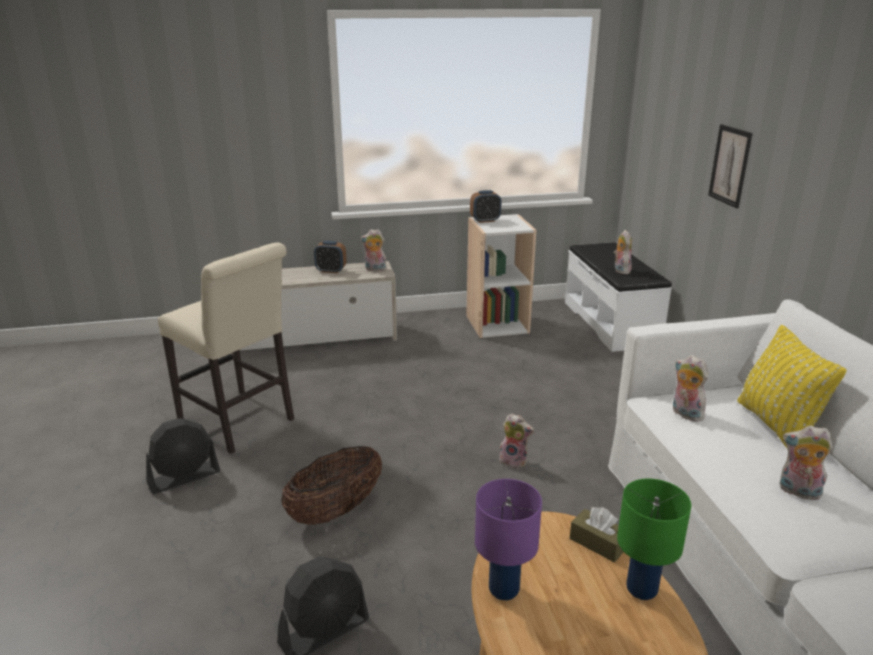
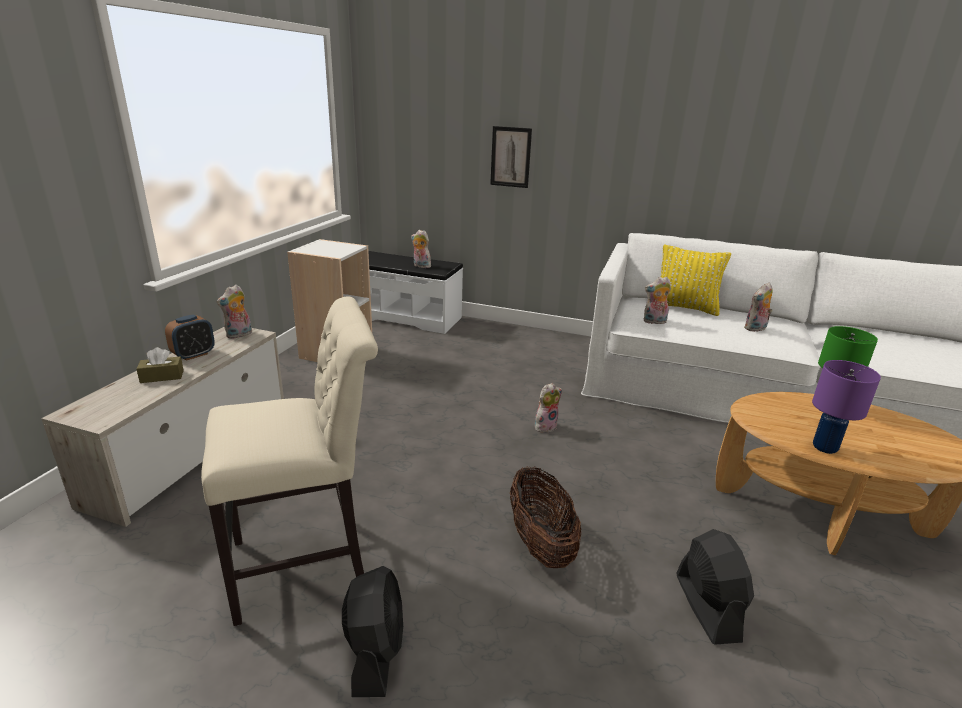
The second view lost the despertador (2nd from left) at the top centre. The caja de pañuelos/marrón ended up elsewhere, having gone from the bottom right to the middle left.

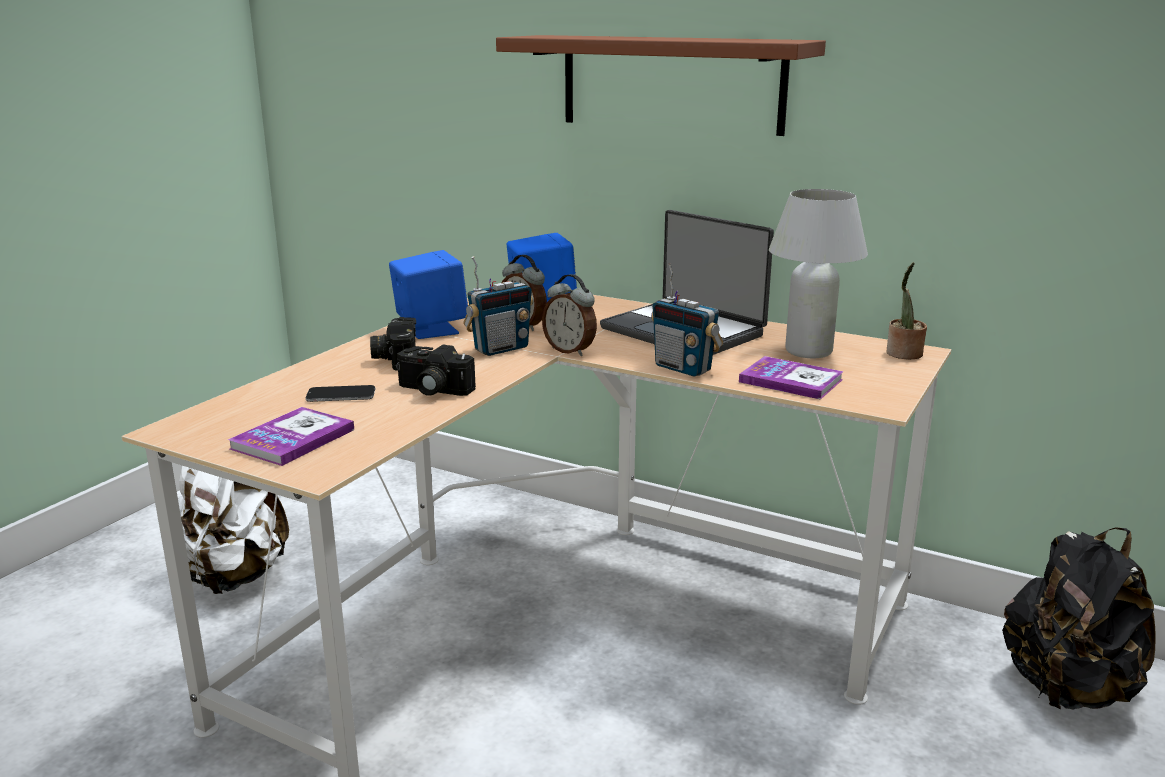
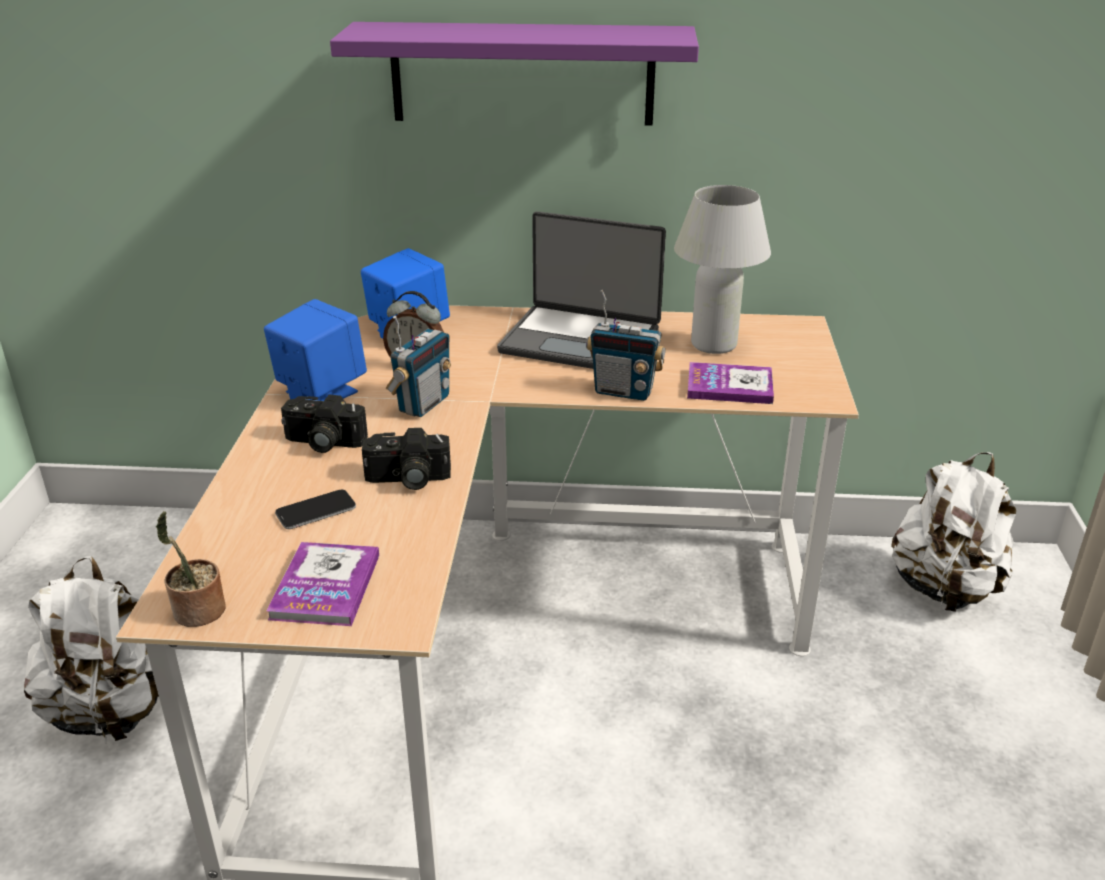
The second view lost the despertador (2nd from left) at the centre. The planta en maceta ended up elsewhere, having gone from the middle right to the middle left. What was the estante/marrón at the top centre turned into the estante/morado at the top centre. What was the mochila/negro at the bottom right turned into the mochila/blanco (2nd from left) at the middle right. The cámara (1st from left) at the centre ended up facing another way, 45 degrees counterclockwise from before.

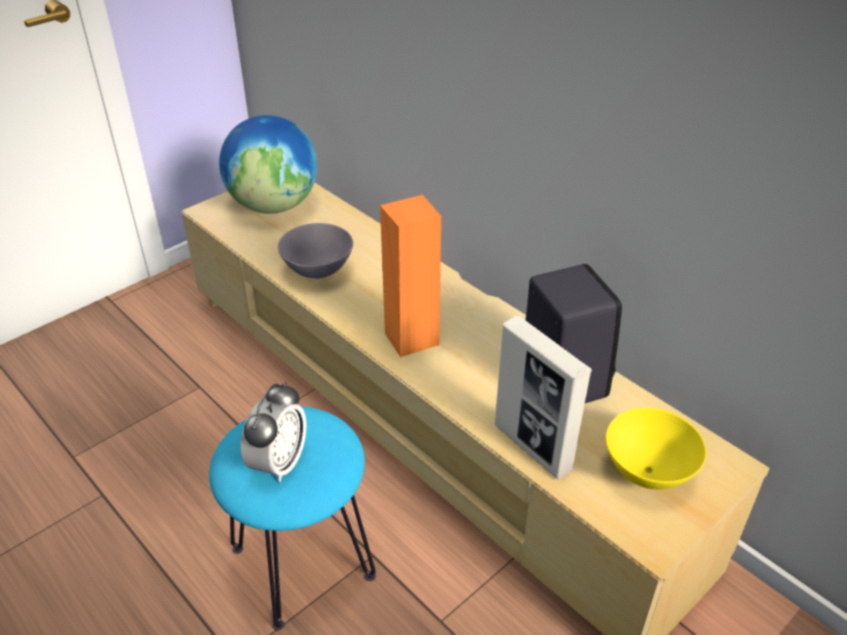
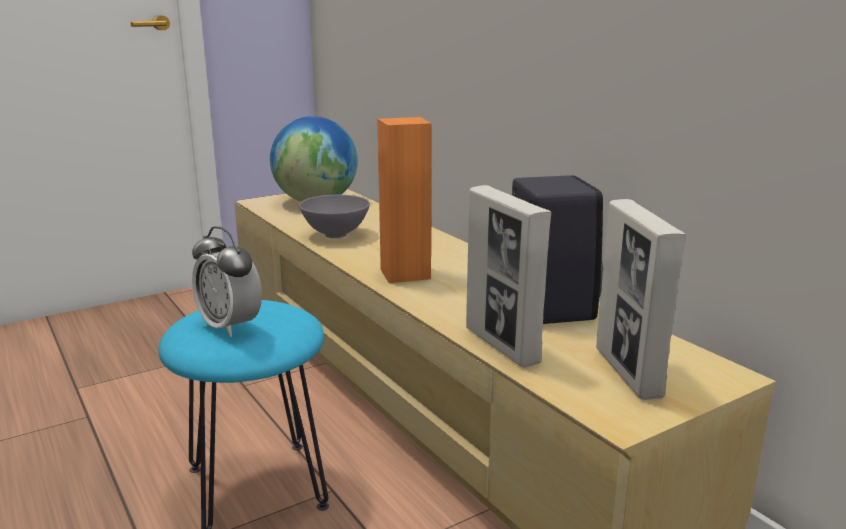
Where the cuenco/amarillo stood at the bottom right, the portarretratos (2nd from left) came to stand at the middle right. The despertador at the bottom left ended up facing another way, 105 degrees clockwise from before.

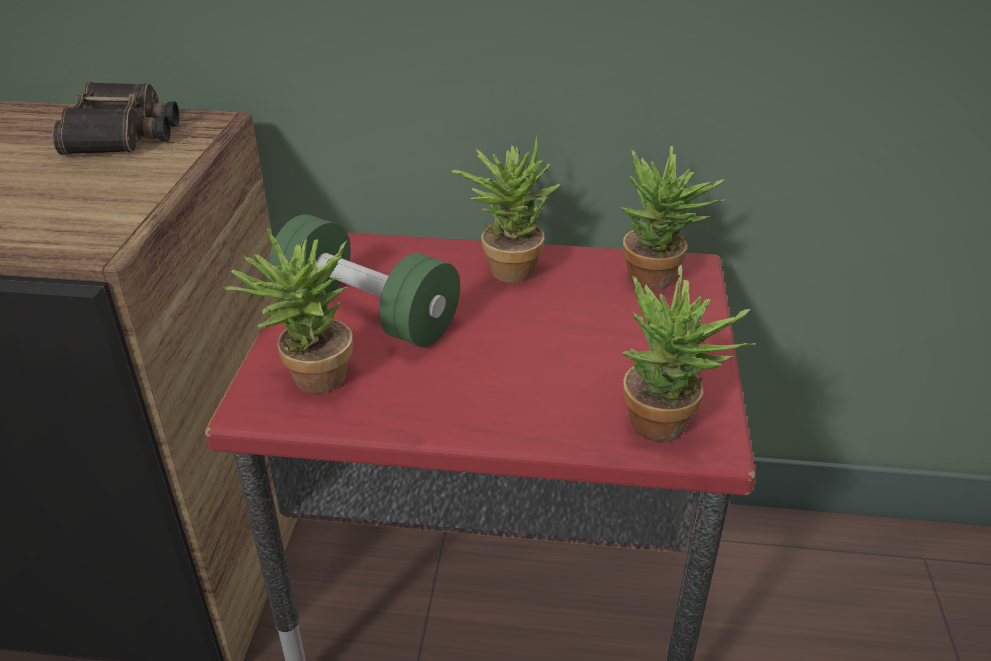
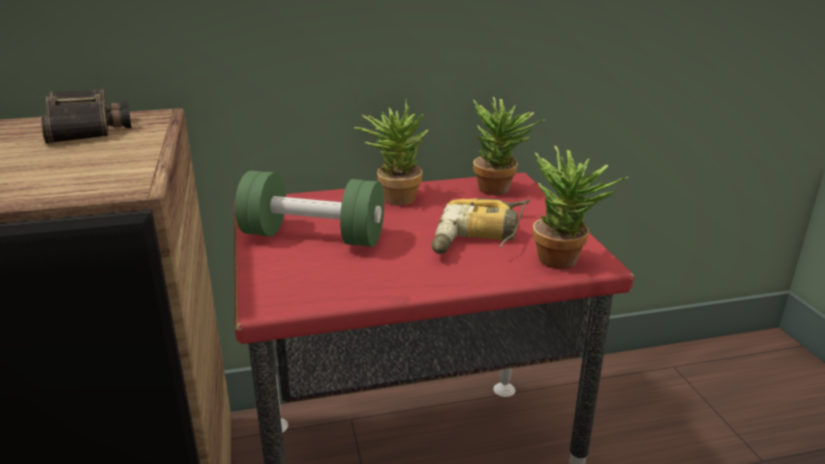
The second view lost the planta en maceta (1st from left) at the middle left. The second view gained the taladro at the centre.

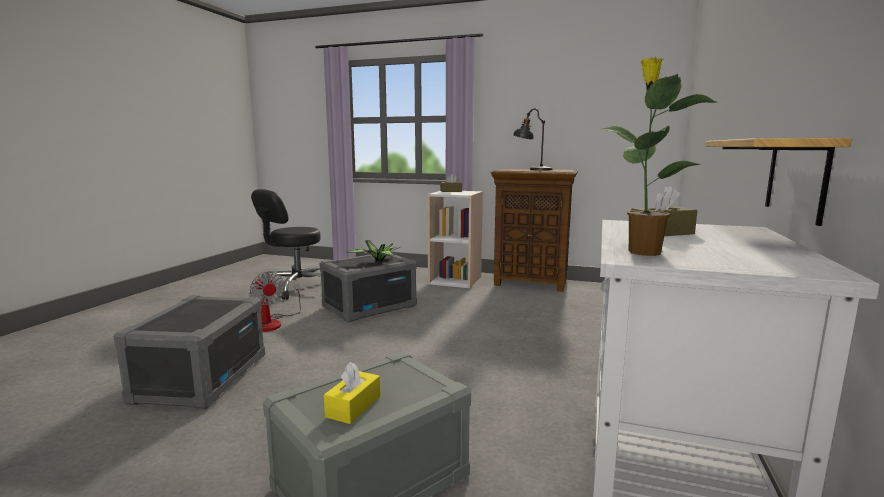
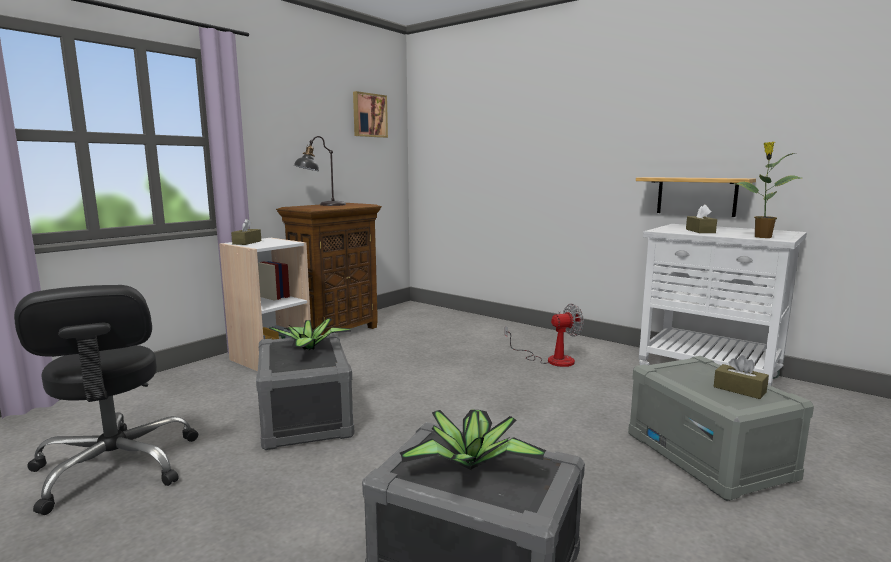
The second view gained the cuadro at the top centre. The second view gained the planta en maceta (2nd from left) at the bottom centre. The ventilador ended up elsewhere, having gone from the middle left to the centre. What was the caja de pañuelos/amarillo at the bottom centre turned into the caja de pañuelos/marrón (3rd from left) at the bottom right.

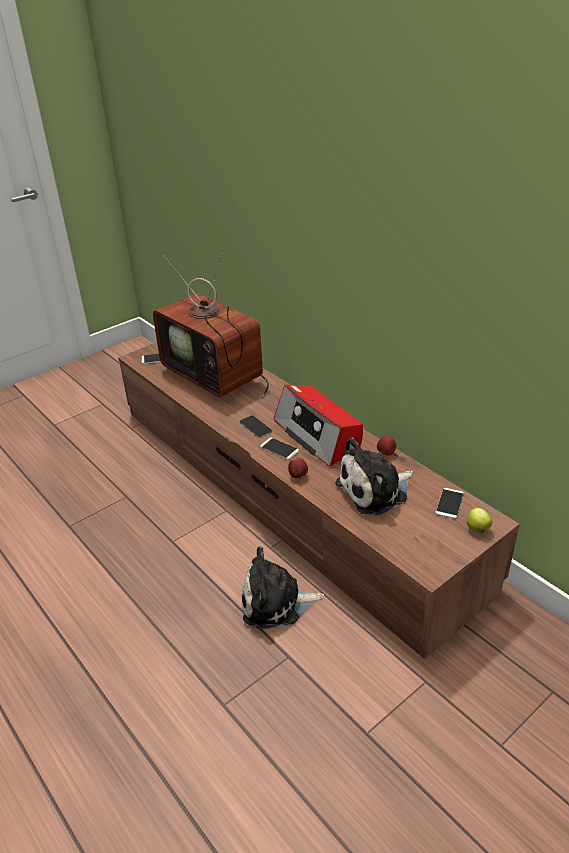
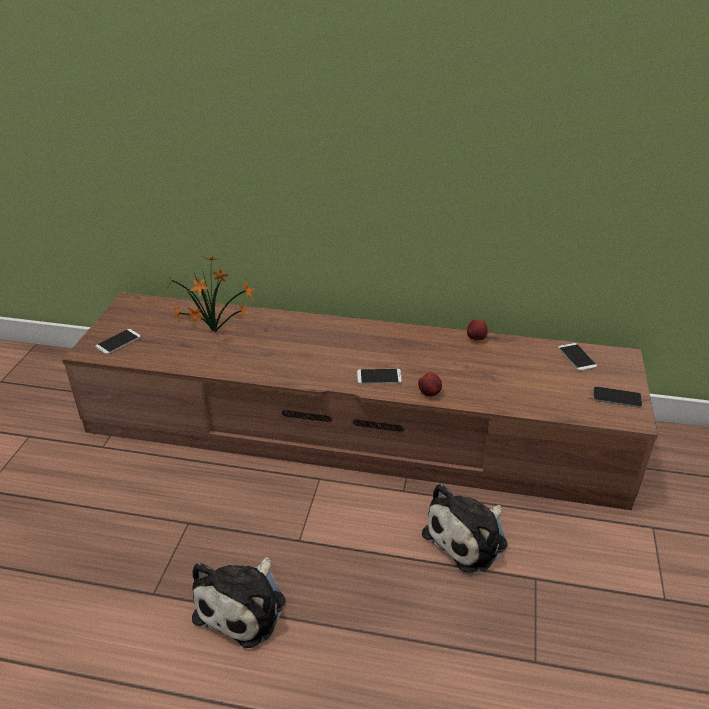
The second view lost the radio at the centre. The second view lost the manzana (3rd from left) at the middle right. The móvil (2nd from left in the first image) ended up elsewhere, having gone from the centre to the middle right. The peluche (2nd from left in the first image) ended up elsewhere, having gone from the centre to the bottom centre. Where the televisor stood at the centre, the planta en maceta came to stand at the middle left.

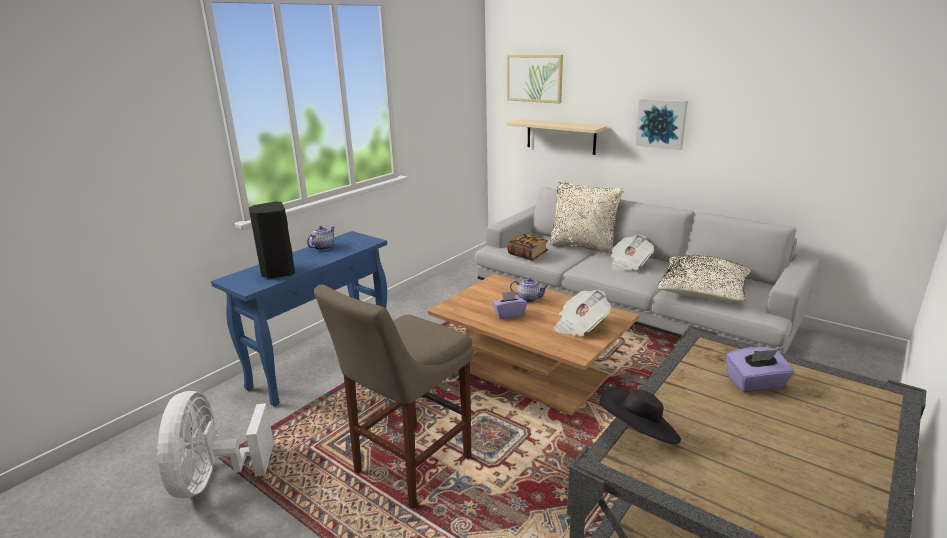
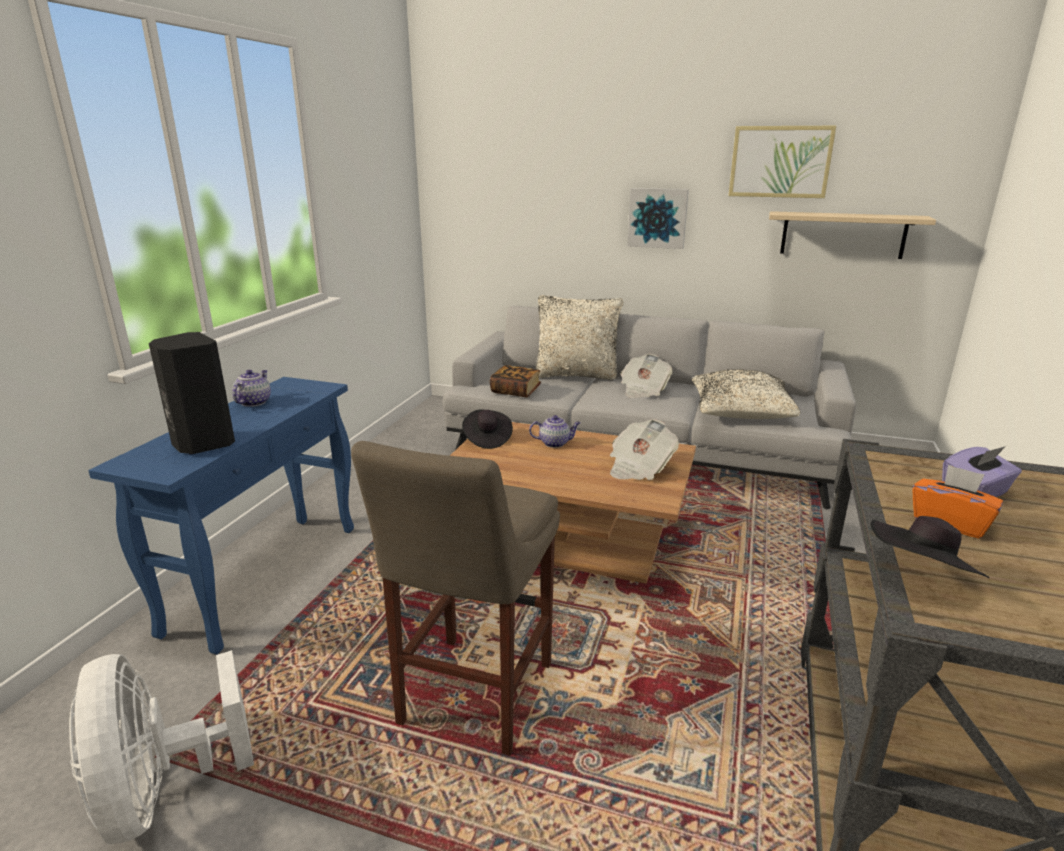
The second view lost the caja de pañuelos/morado (1st from left) at the centre. The second view gained the sombrero/negro (1st from left) at the centre. The second view gained the caja de pañuelos/naranja at the middle right. The cuadro (1st from left in the first image) ended up elsewhere, having gone from the top centre to the top right. The estante/beis ended up elsewhere, having gone from the top centre to the top right.

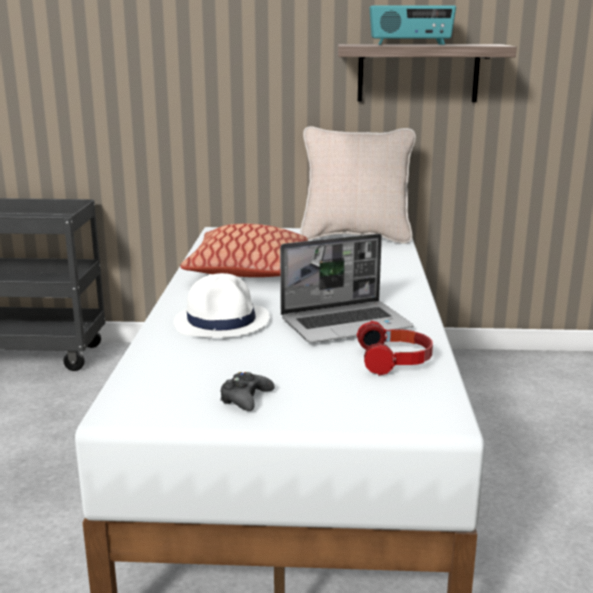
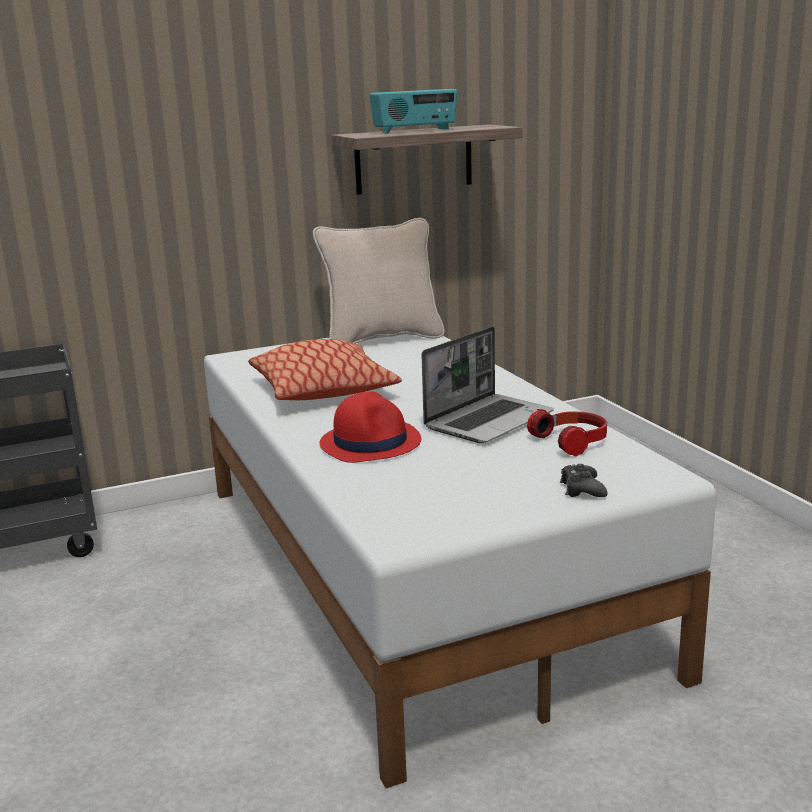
The mando de consola/negro ended up elsewhere, having gone from the centre to the middle right. What was the sombrero/blanco at the centre turned into the sombrero/rojo at the centre.

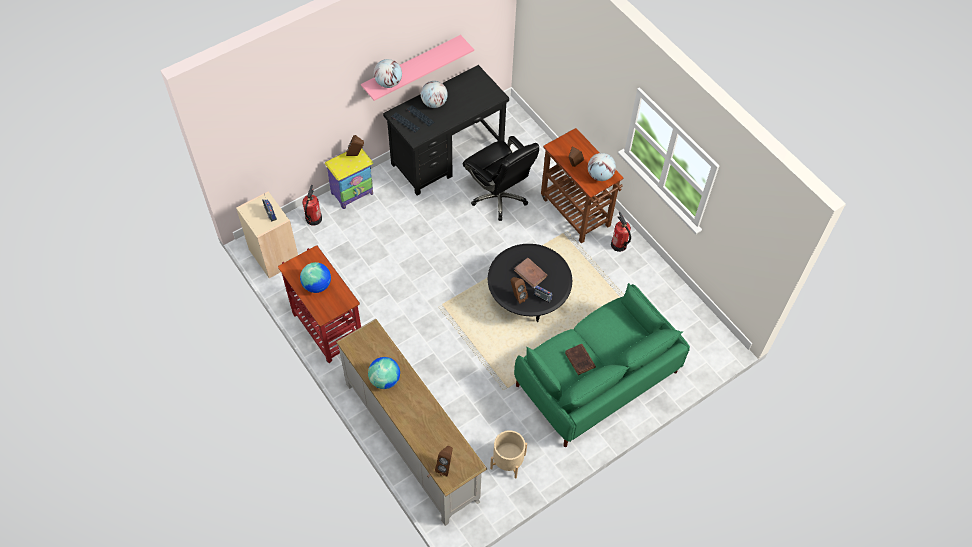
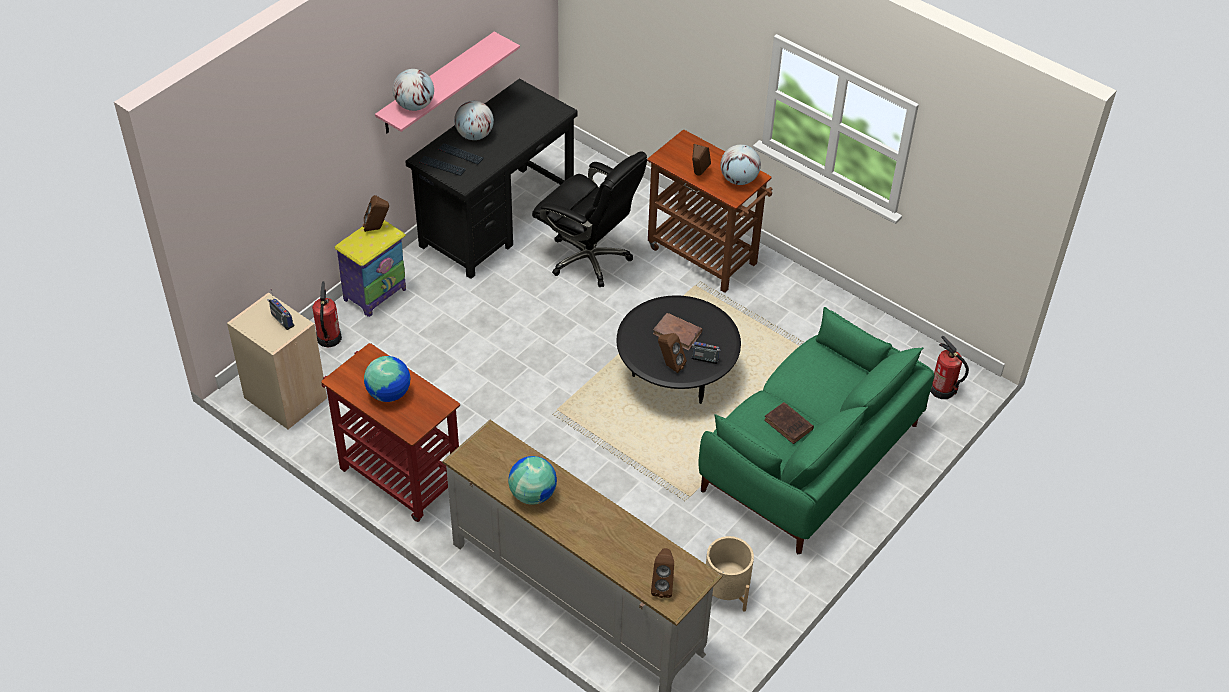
The extintor (2nd from left) ended up elsewhere, having gone from the centre to the middle right.

